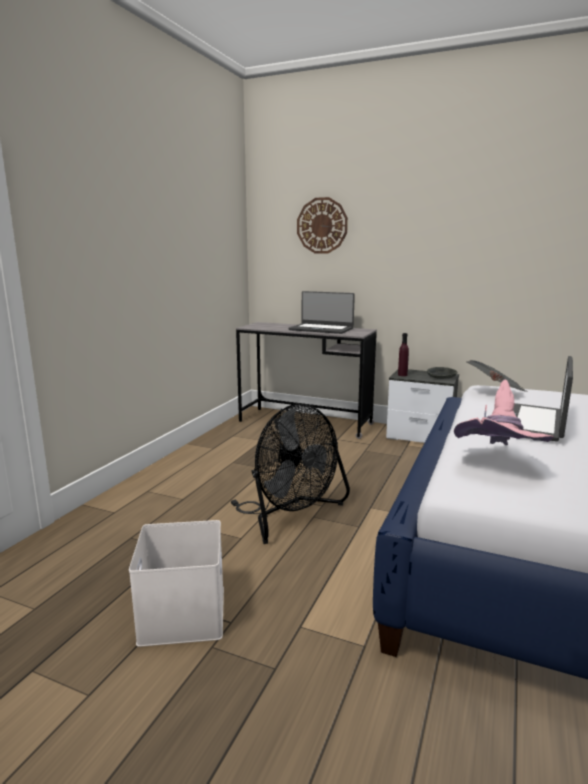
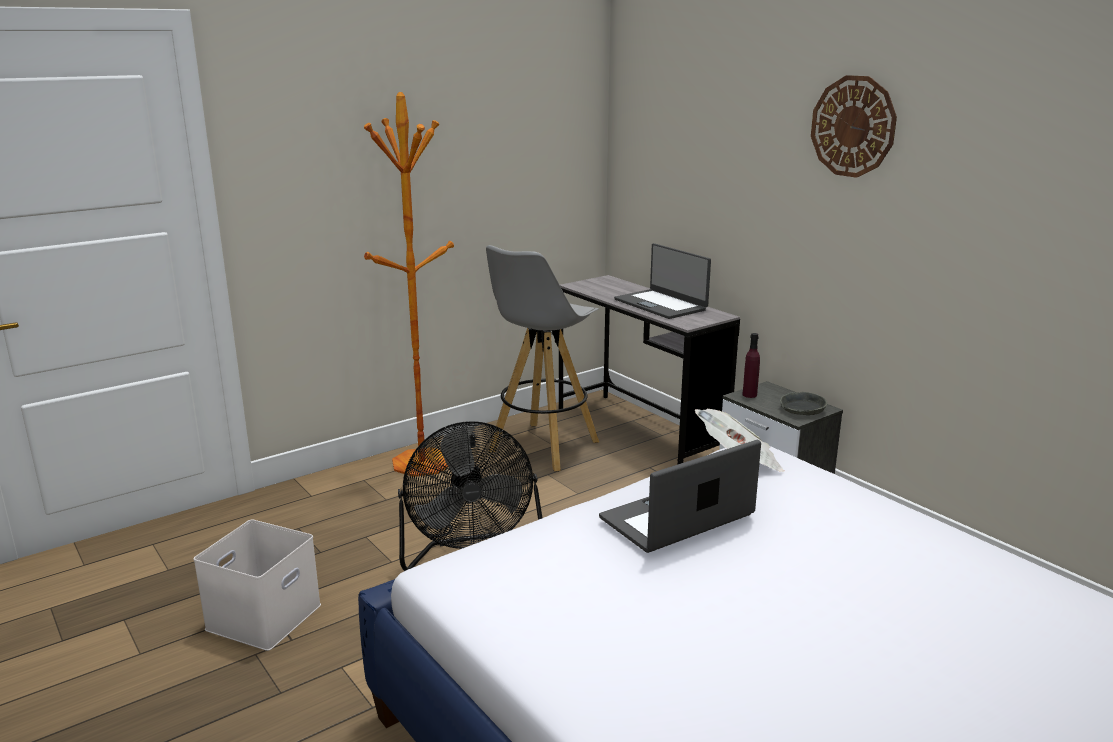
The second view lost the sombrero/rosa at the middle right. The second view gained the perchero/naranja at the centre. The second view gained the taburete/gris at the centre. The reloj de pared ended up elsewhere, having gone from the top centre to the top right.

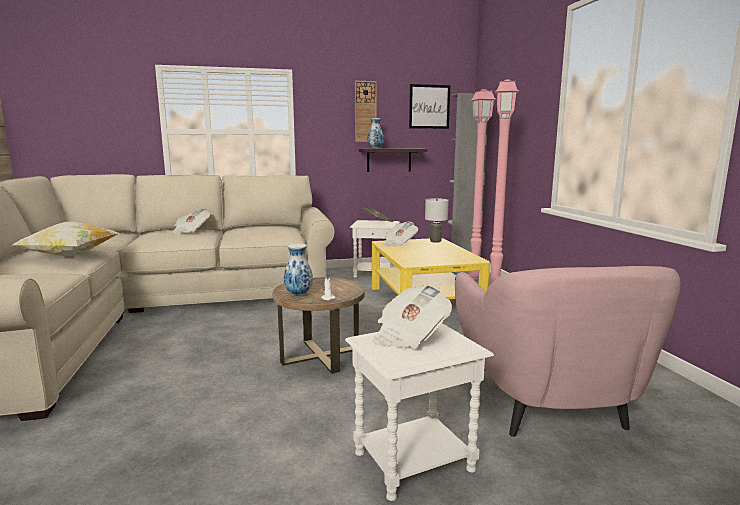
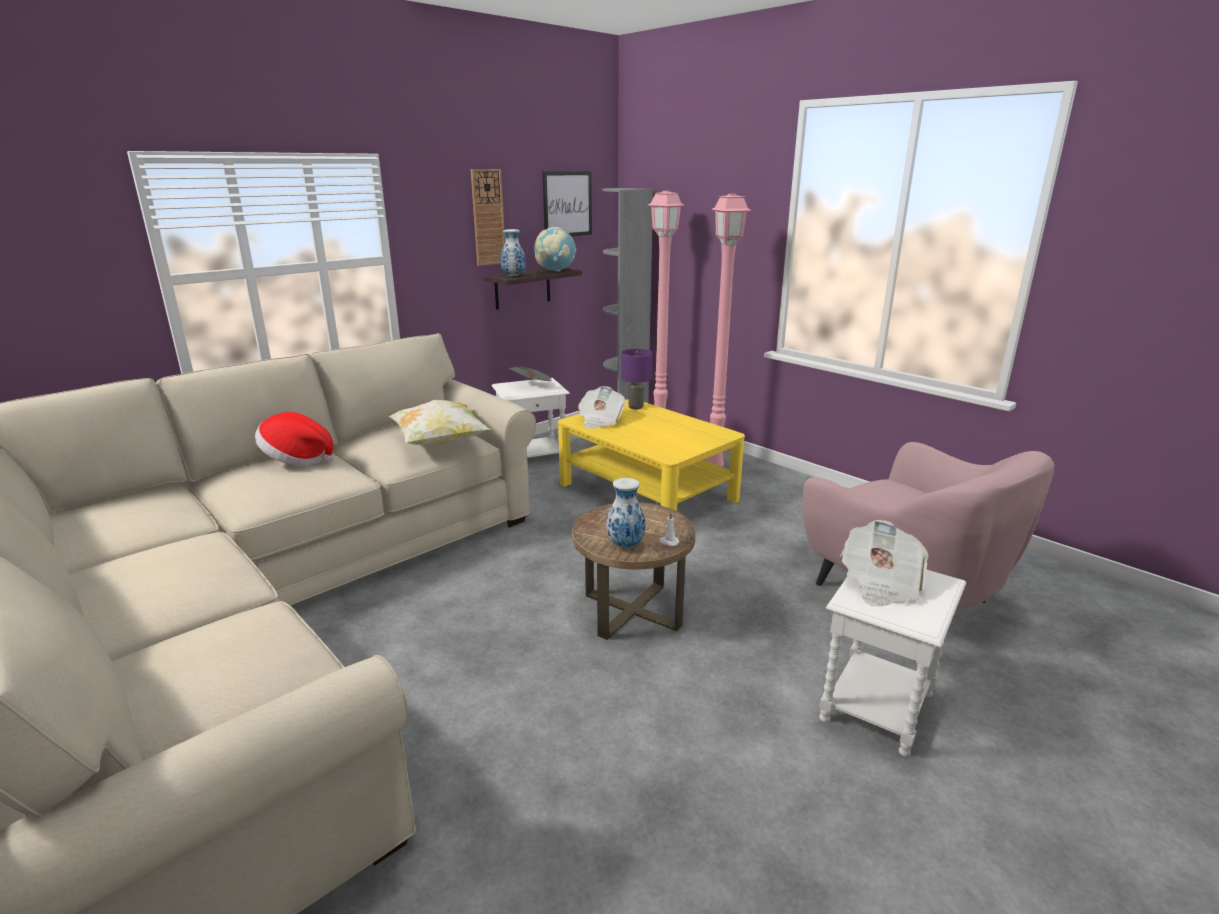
The second view gained the globo terráqueo at the top centre. The cojín ended up elsewhere, having gone from the middle left to the centre. Where the periódico (1st from left) stood at the middle left, the sombrero came to stand at the middle left. What was the lámpara de mesa/blanco at the centre turned into the lámpara de mesa/morado at the centre.

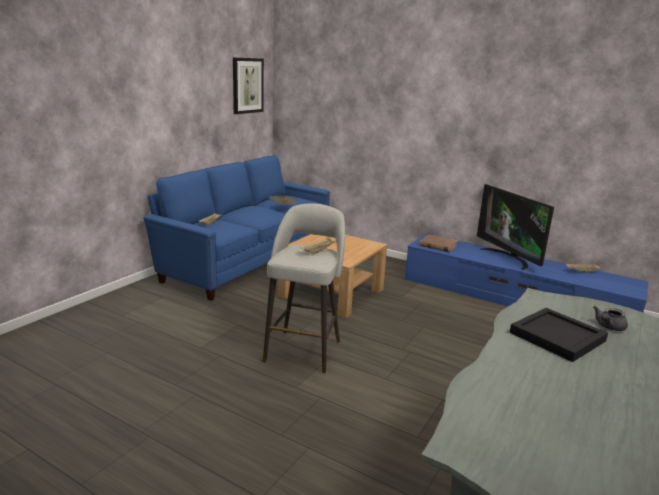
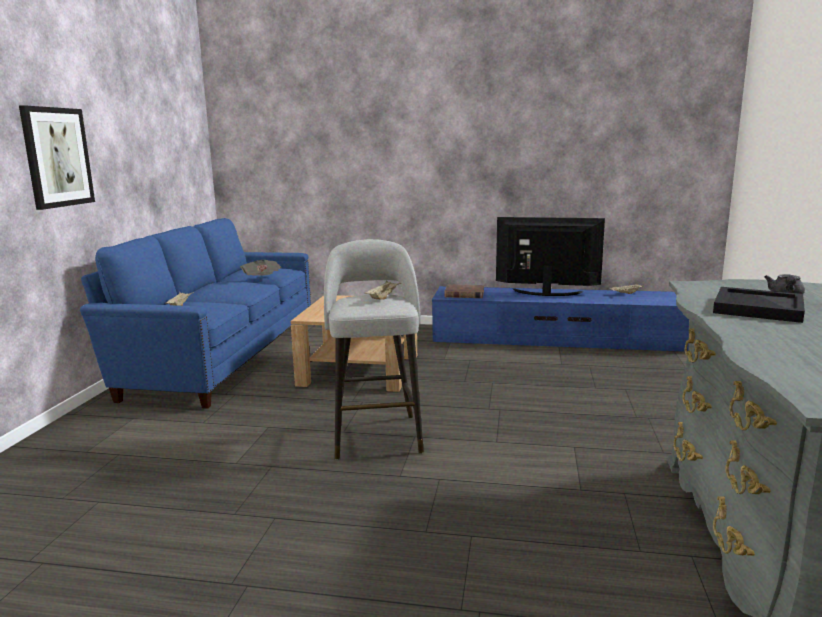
The cuadro ended up elsewhere, having gone from the top centre to the top left. The televisor at the middle right ended up facing another way, 150 degrees clockwise from before.

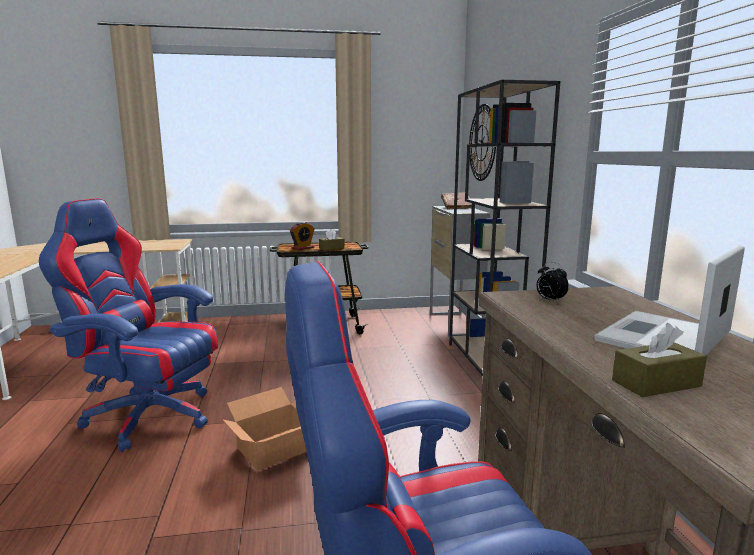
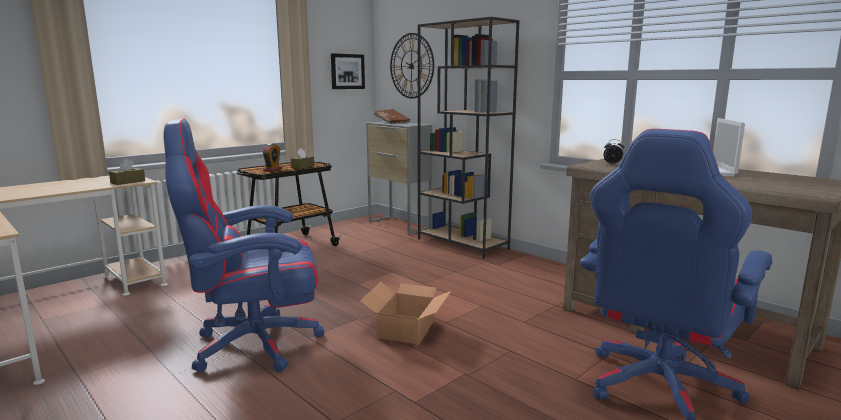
The second view gained the cuadro at the top centre. The caja de pañuelos/marrón (2nd from left in the first image) ended up elsewhere, having gone from the middle right to the middle left.

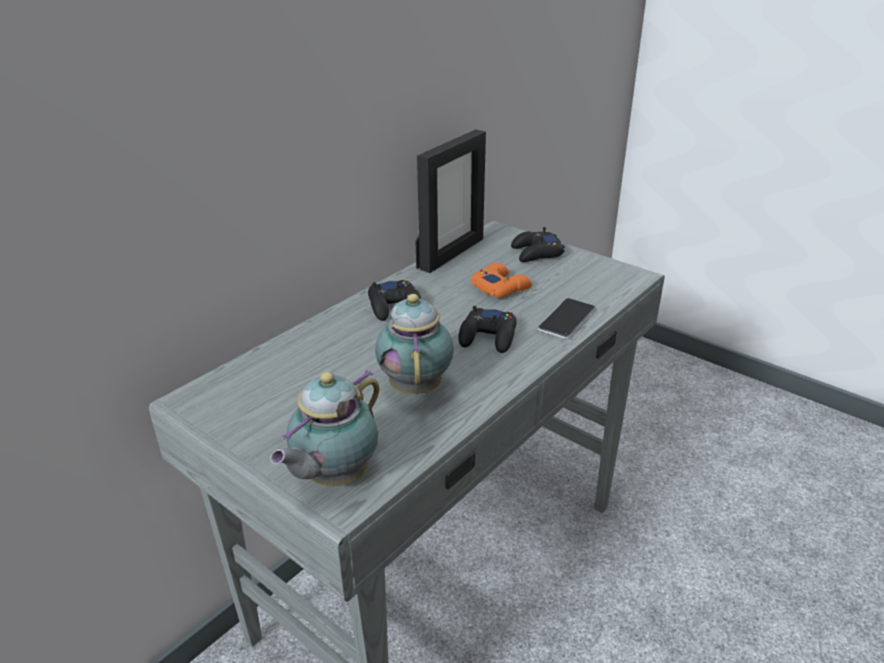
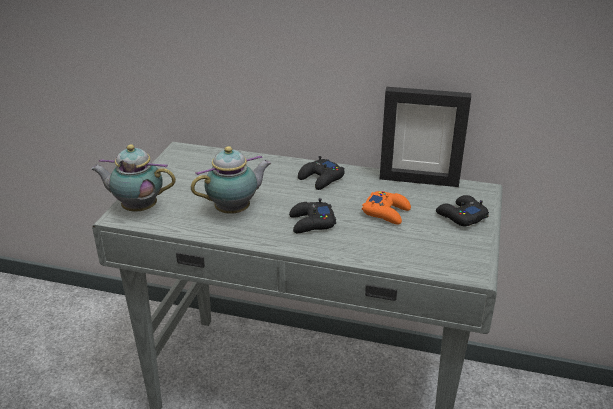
The second view lost the móvil at the centre.

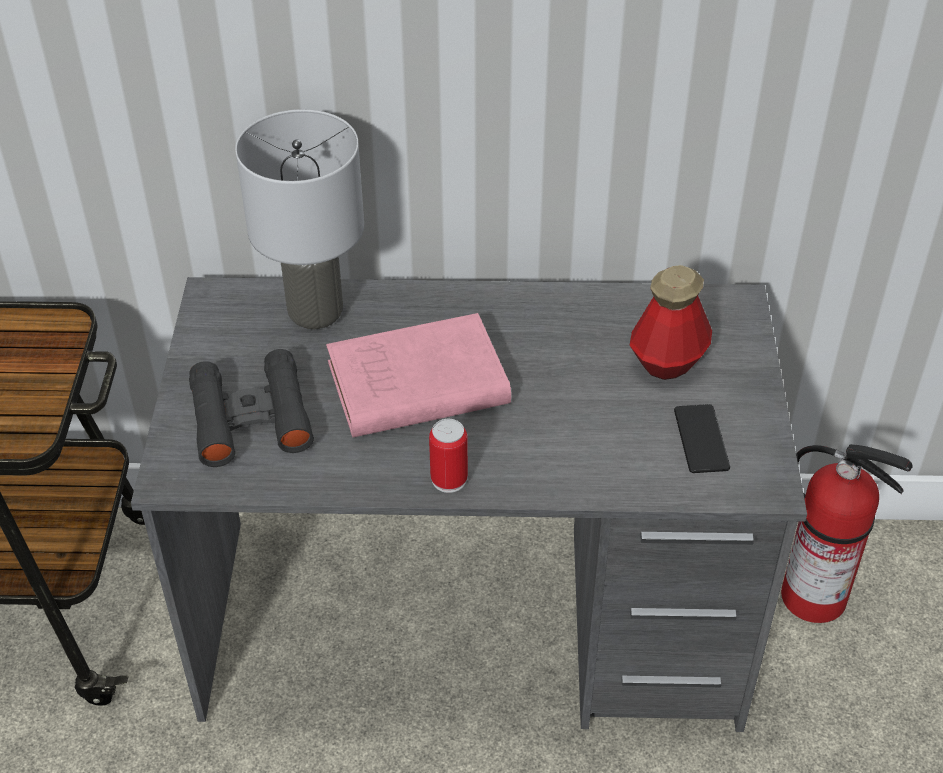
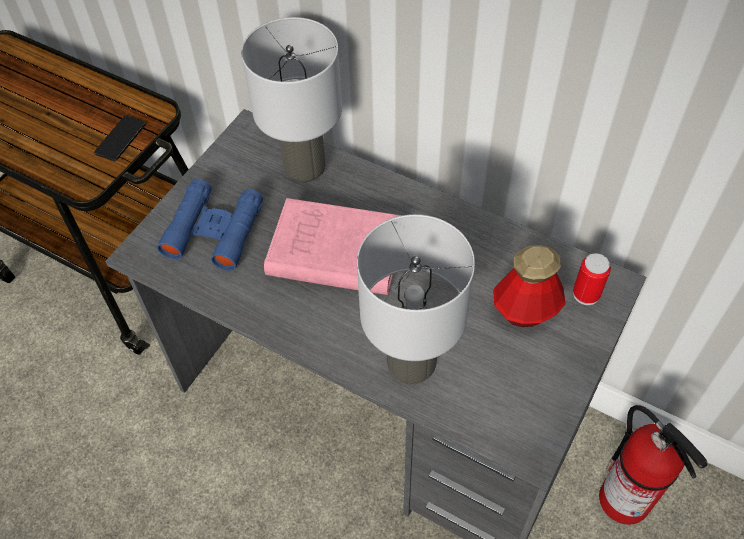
The second view gained the lámpara de mesa/blanco (2nd from left) at the centre. The lata ended up elsewhere, having gone from the centre to the middle right. The móvil ended up elsewhere, having gone from the middle right to the top left. What was the prismáticos/negro at the middle left turned into the prismáticos/azul at the middle left.

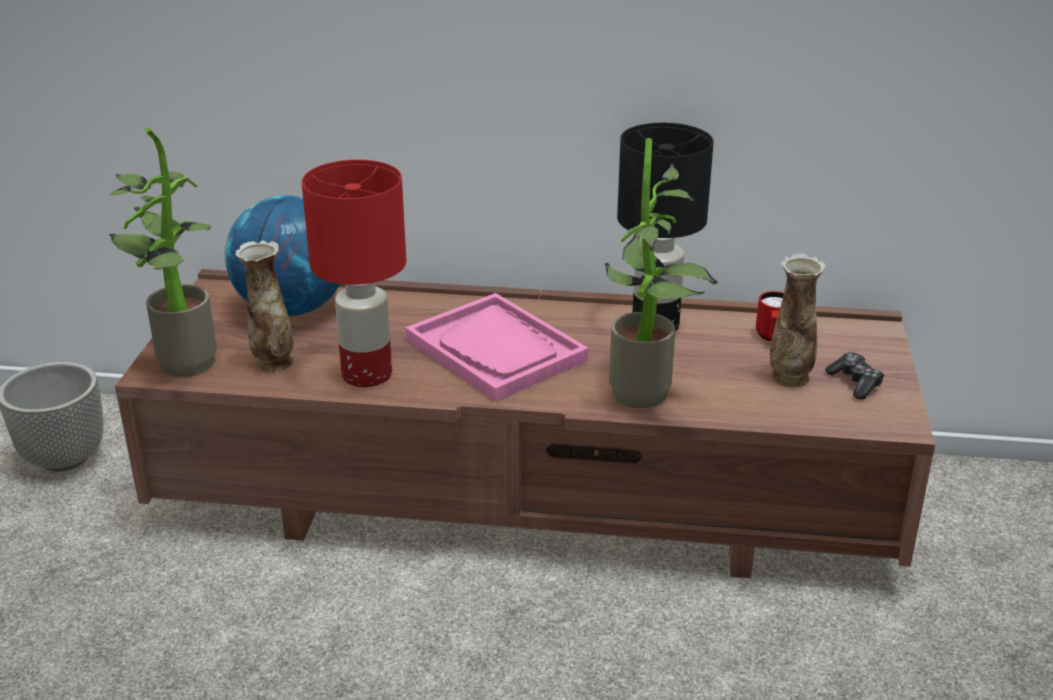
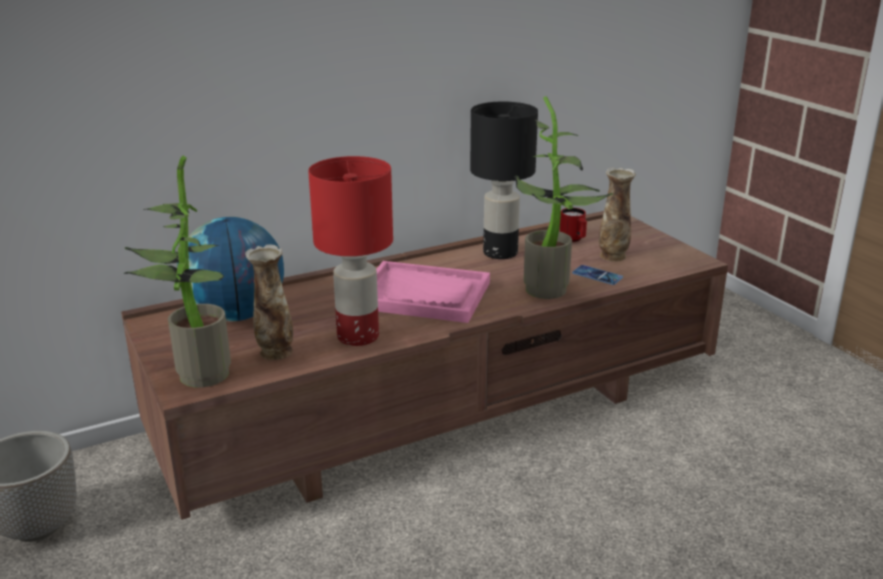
The second view lost the mando de consola at the middle right. The second view gained the móvil at the middle right.

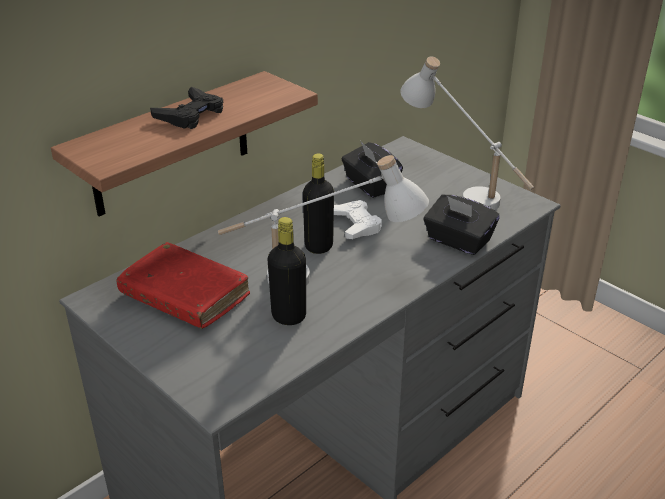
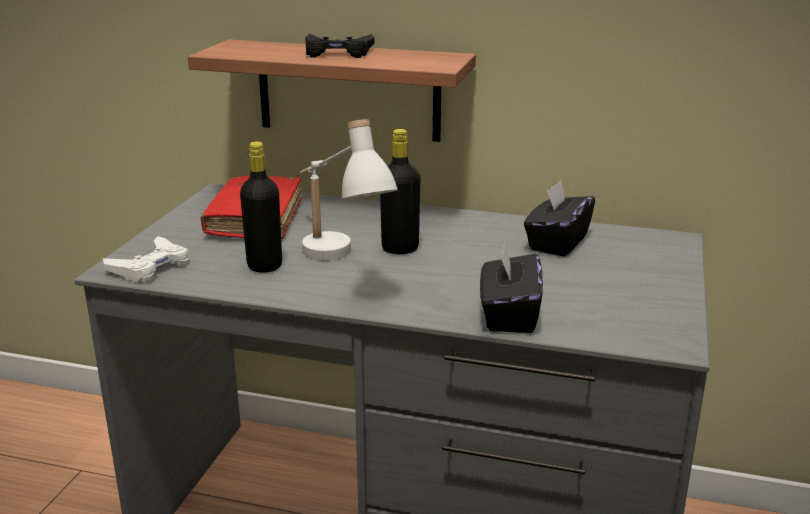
The second view lost the lámpara de mesa/blanco (2nd from left) at the top right. The mando de consola/blanco ended up elsewhere, having gone from the centre to the middle left.

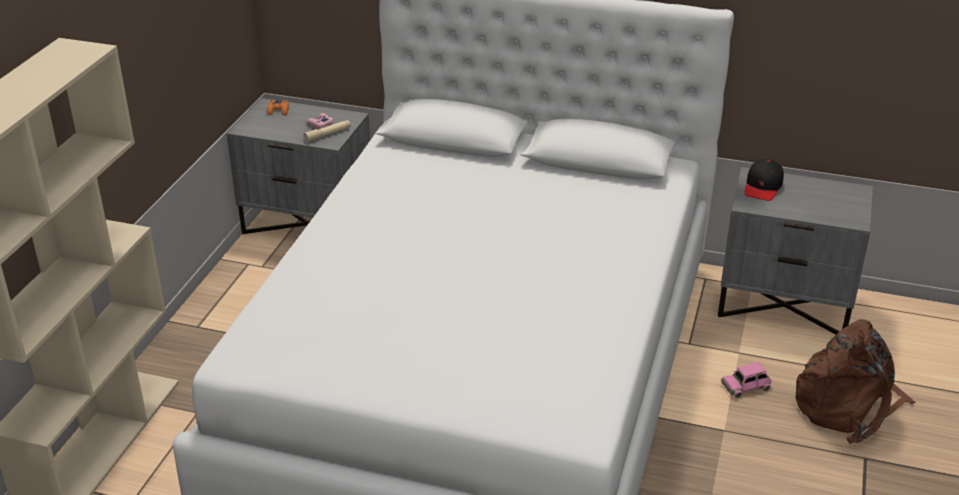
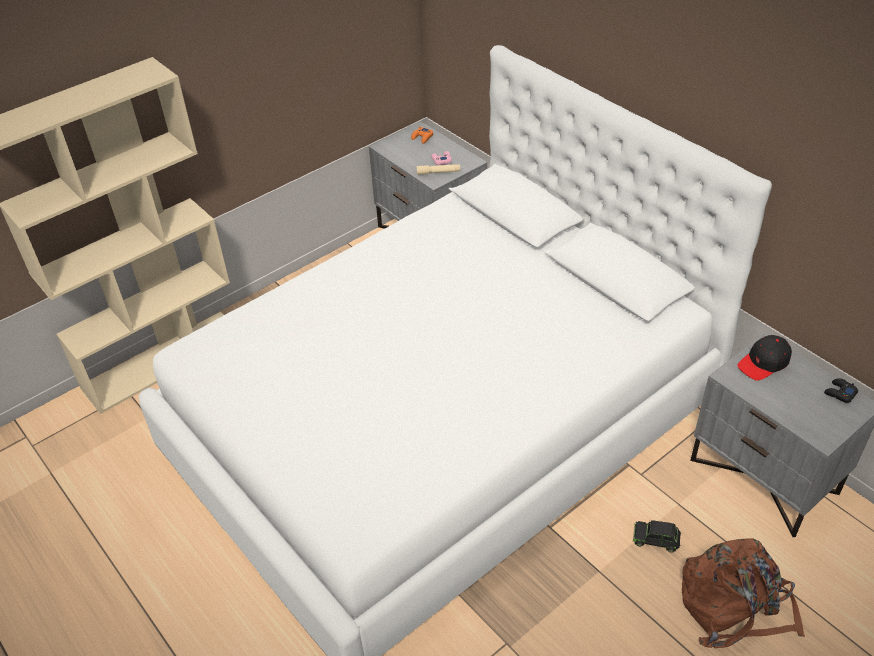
The second view gained the mando de consola/negro at the middle right. What was the coche de juguete/rosa at the bottom right turned into the coche de juguete/negro at the bottom right.

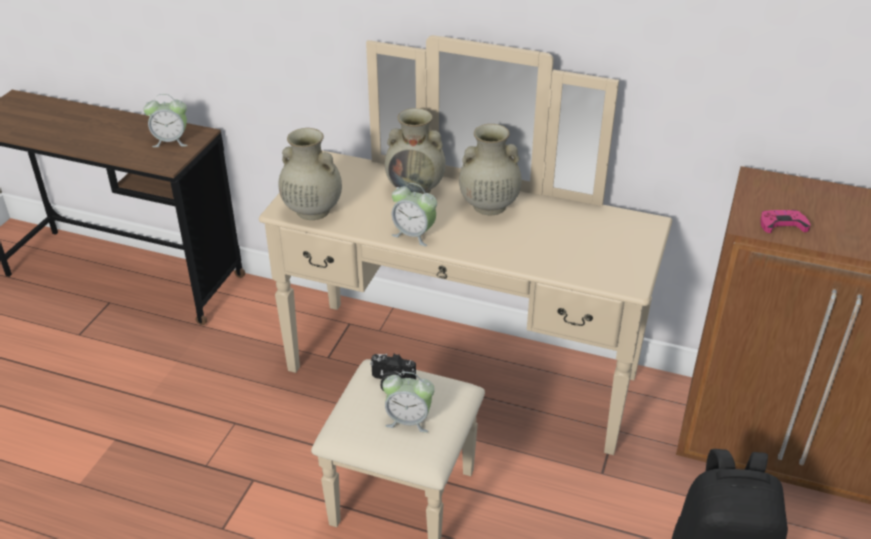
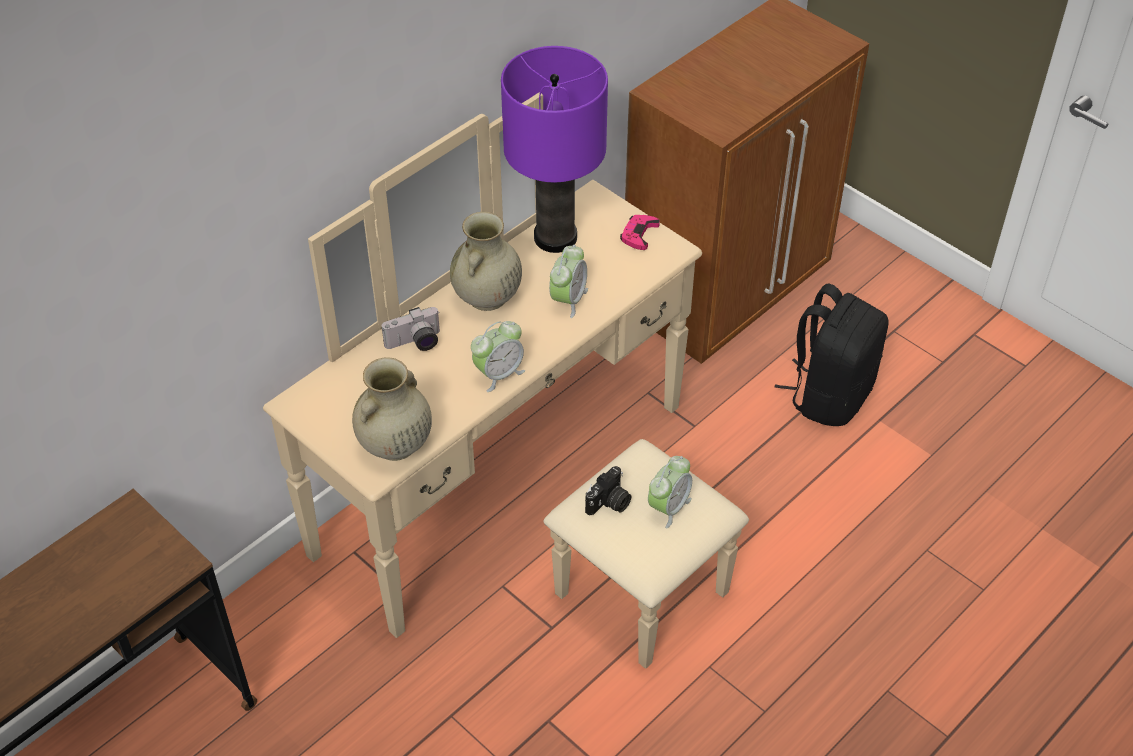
The second view gained the lámpara de mesa/morado at the top centre. The despertador (1st from left in the first image) ended up elsewhere, having gone from the top left to the centre. The mando de consola/rosa ended up elsewhere, having gone from the middle right to the top centre. Where the florero/beis (2nd from left) stood at the top centre, the cámara (1st from left) came to stand at the centre.

